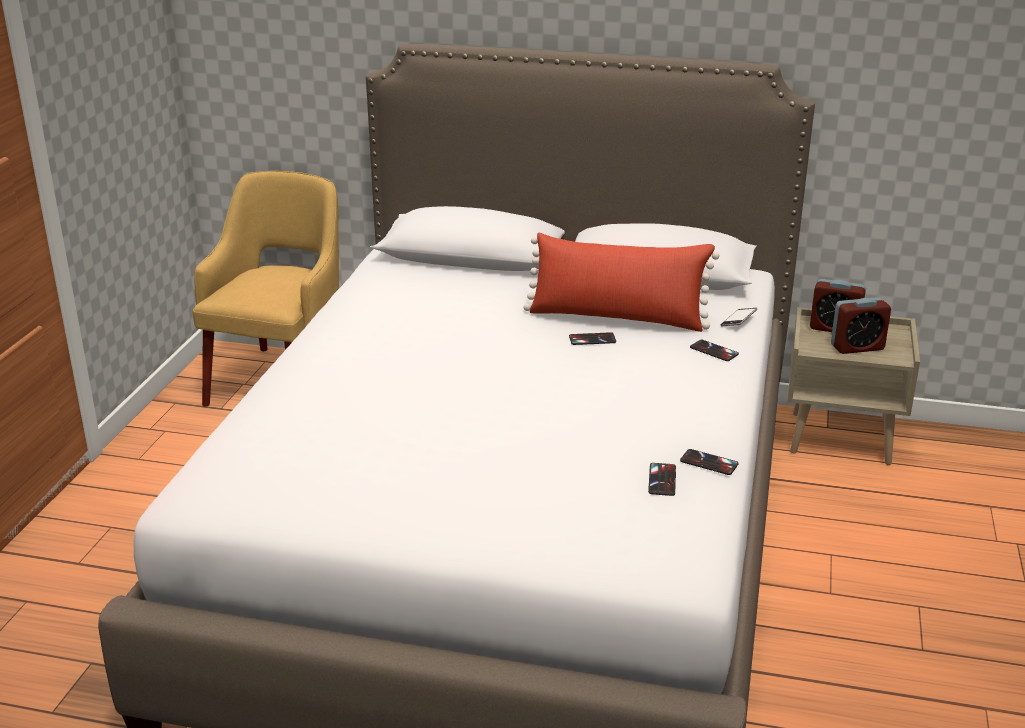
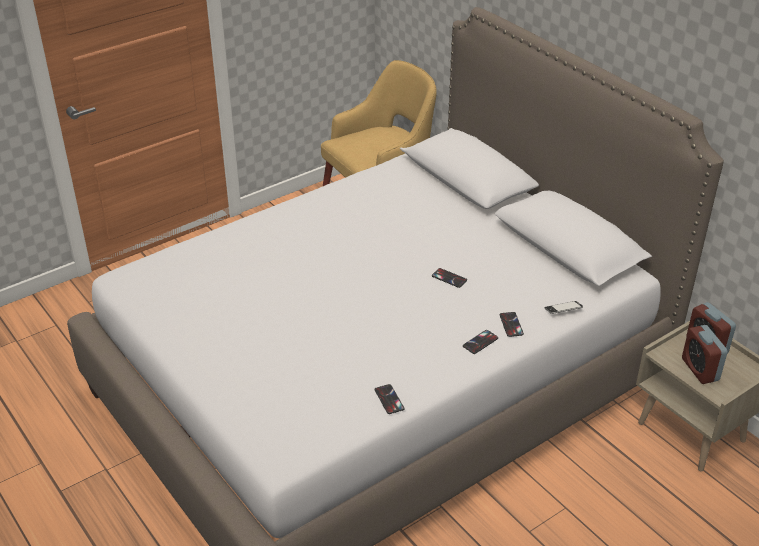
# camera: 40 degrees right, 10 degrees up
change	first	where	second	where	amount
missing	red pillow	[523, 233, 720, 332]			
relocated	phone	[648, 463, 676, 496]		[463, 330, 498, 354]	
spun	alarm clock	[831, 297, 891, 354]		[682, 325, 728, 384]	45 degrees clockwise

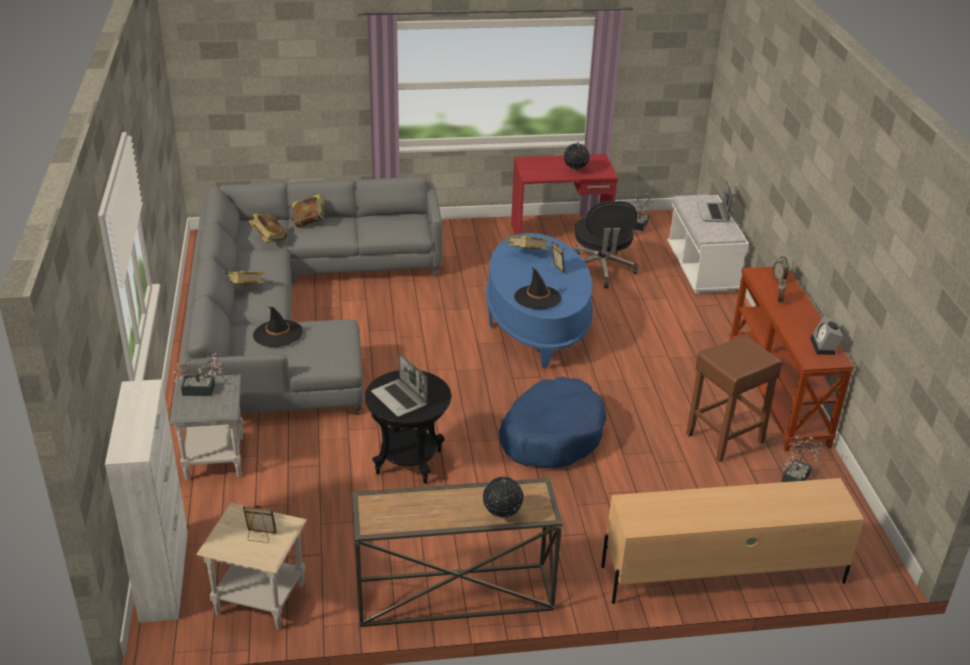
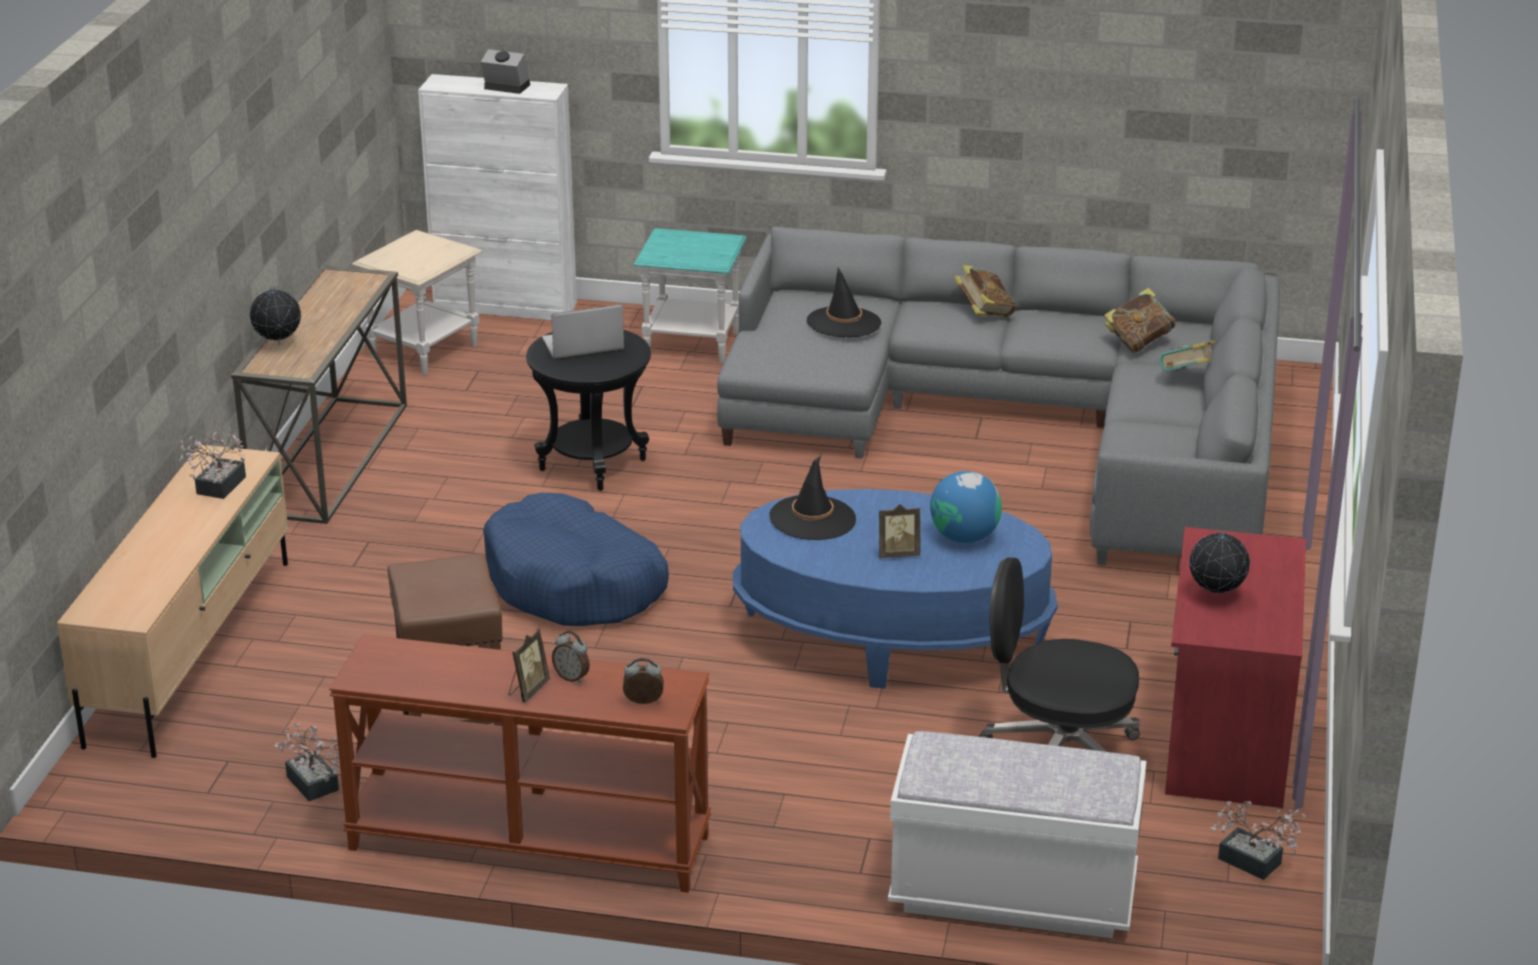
# camera: 110 degrees right, 5 degrees down
change	first	where	second	where	amount
missing	laptop	[697, 180, 733, 222]			
relocated	potted plant	[173, 353, 224, 396]		[179, 428, 246, 499]	
relocated	picture frame	[243, 505, 277, 543]		[509, 629, 550, 703]	
relocated	alarm clock	[810, 316, 843, 355]		[481, 49, 530, 94]	
exchanged	book	[507, 235, 549, 250]	globe	[930, 471, 1002, 543]	
colour	grey side table	[169, 375, 243, 480]	turquoise side table	[633, 228, 747, 363]	

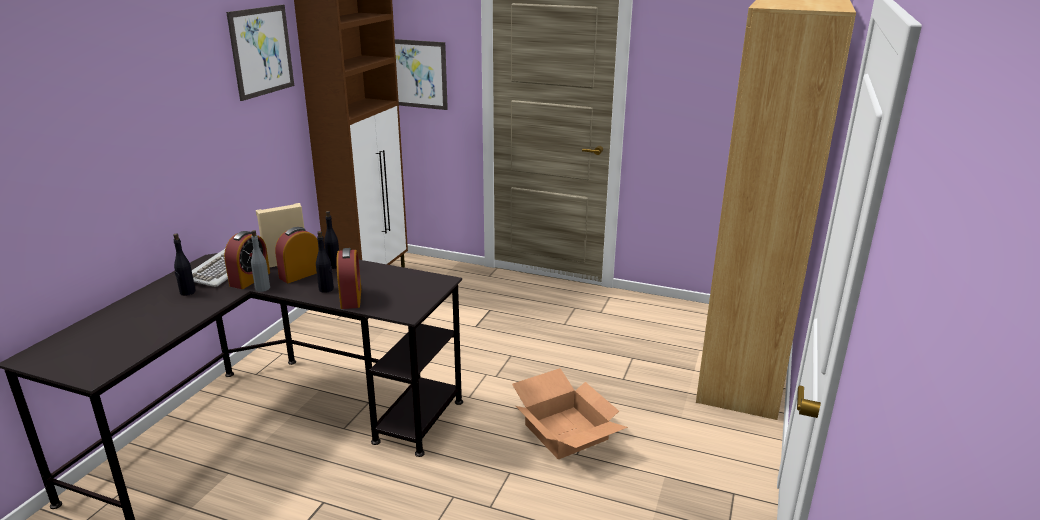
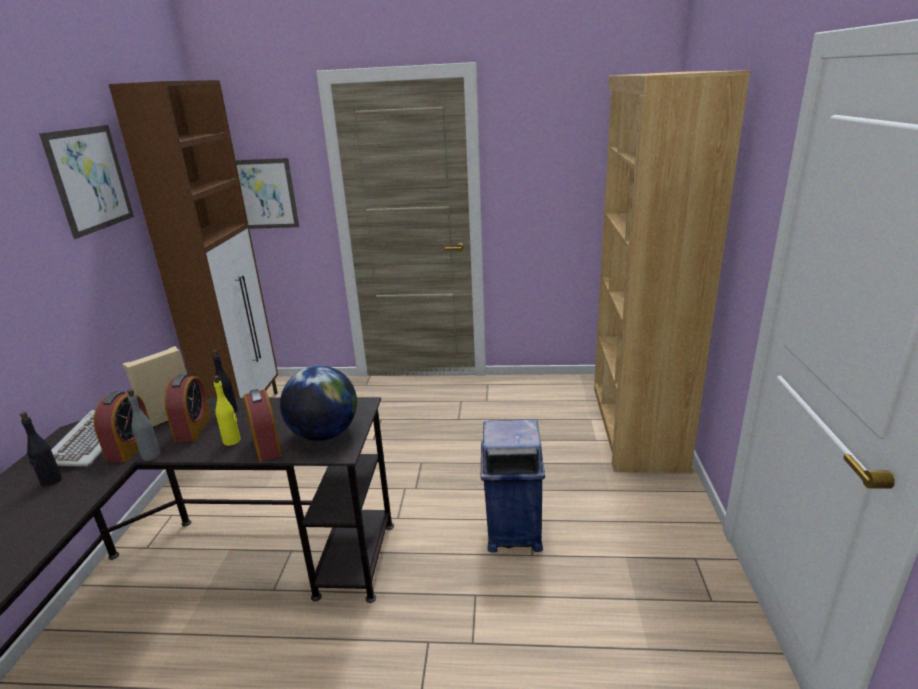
# camera: 15 degrees left, 0 degrees up
change	first	where	second	where	amount
appeared			globe	[280, 365, 357, 441]	
exchanged	cardboard box	[512, 368, 628, 460]	blue trash can	[481, 419, 545, 553]	
colour	black bottle	[316, 231, 334, 293]	yellow bottle	[213, 376, 241, 446]	
spun	alarm clock	[275, 227, 319, 283]		[164, 374, 211, 442]	150 degrees clockwise

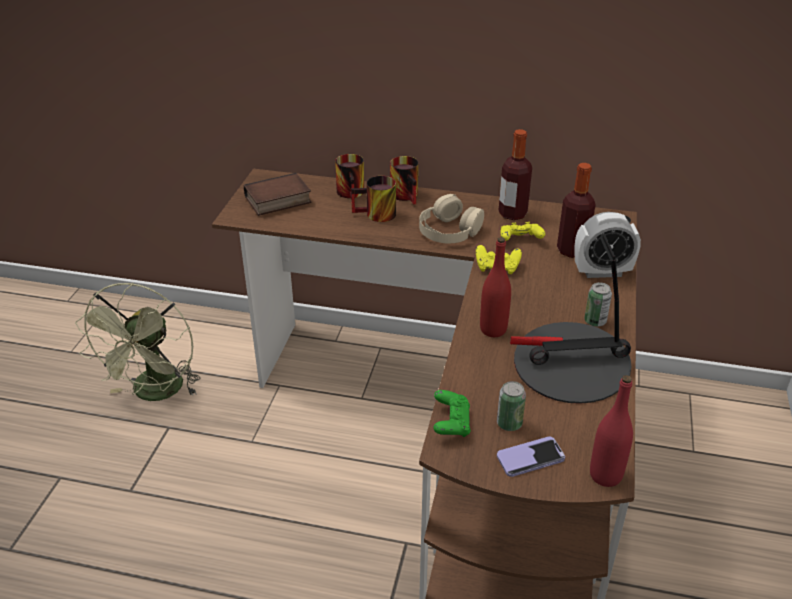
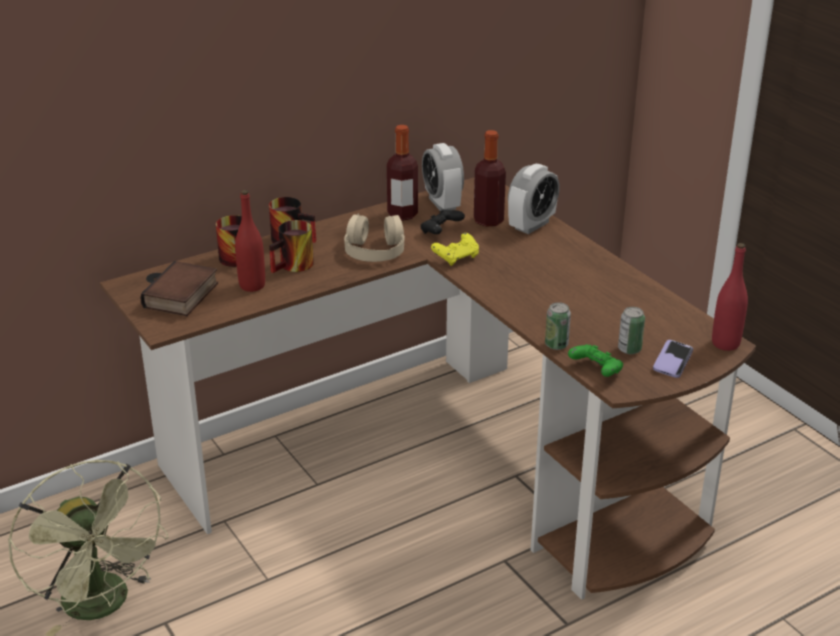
# camera: 45 degrees left, 5 degrees down
change	first	where	second	where	amount
missing	table lamp	[510, 233, 632, 404]			
appeared			alarm clock	[422, 143, 464, 211]	
relocated	red bottle	[480, 237, 511, 337]		[235, 190, 265, 292]	
relocated	can	[584, 282, 612, 327]		[545, 302, 571, 350]	
colour	yellow game controller	[500, 222, 545, 241]	black game controller	[421, 209, 465, 234]	

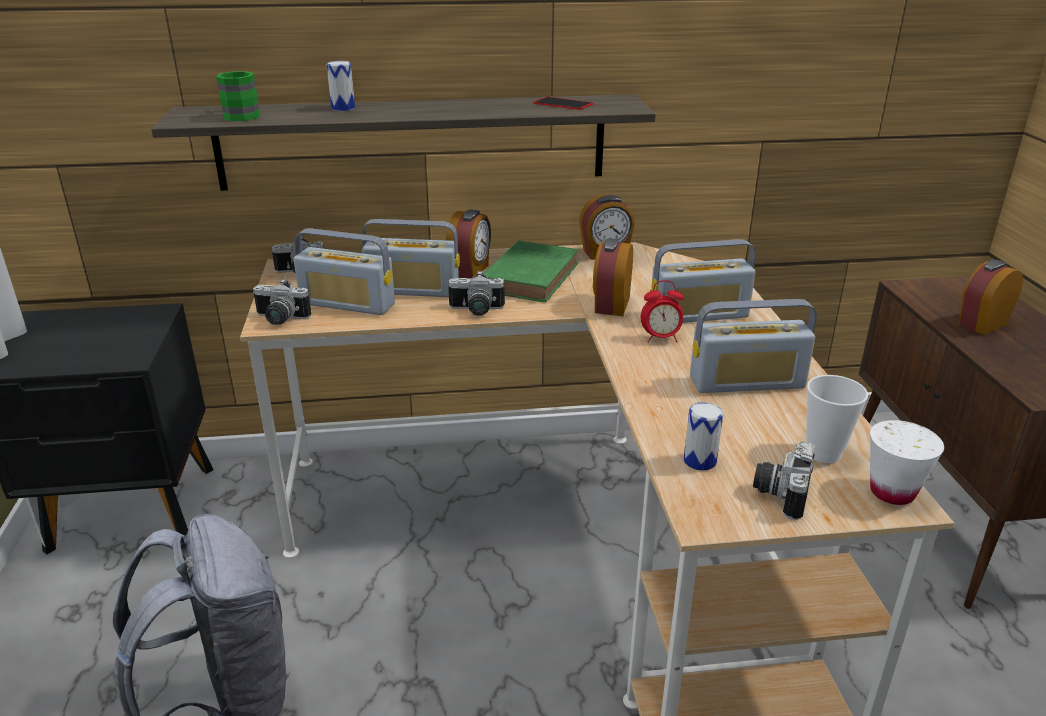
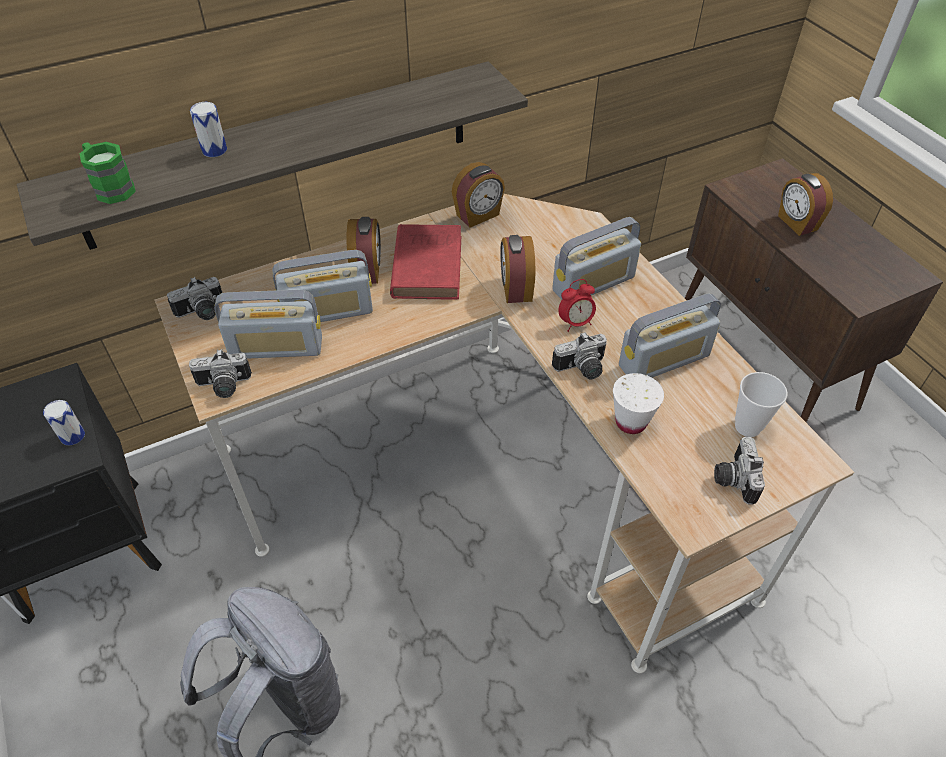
# camera: 20 degrees left, 20 degrees up
change	first	where	second	where	amount
missing	phone	[533, 97, 593, 110]			
relocated	photo camera	[448, 270, 505, 316]		[552, 332, 607, 379]	
relocated	can	[684, 402, 723, 471]		[43, 400, 85, 445]	
relocated	white cup	[870, 420, 944, 505]		[613, 373, 664, 434]	
colour	green book	[483, 240, 578, 302]	red book	[390, 224, 461, 300]	
spun	alarm clock	[959, 260, 1023, 335]		[778, 173, 833, 236]	60 degrees counterclockwise

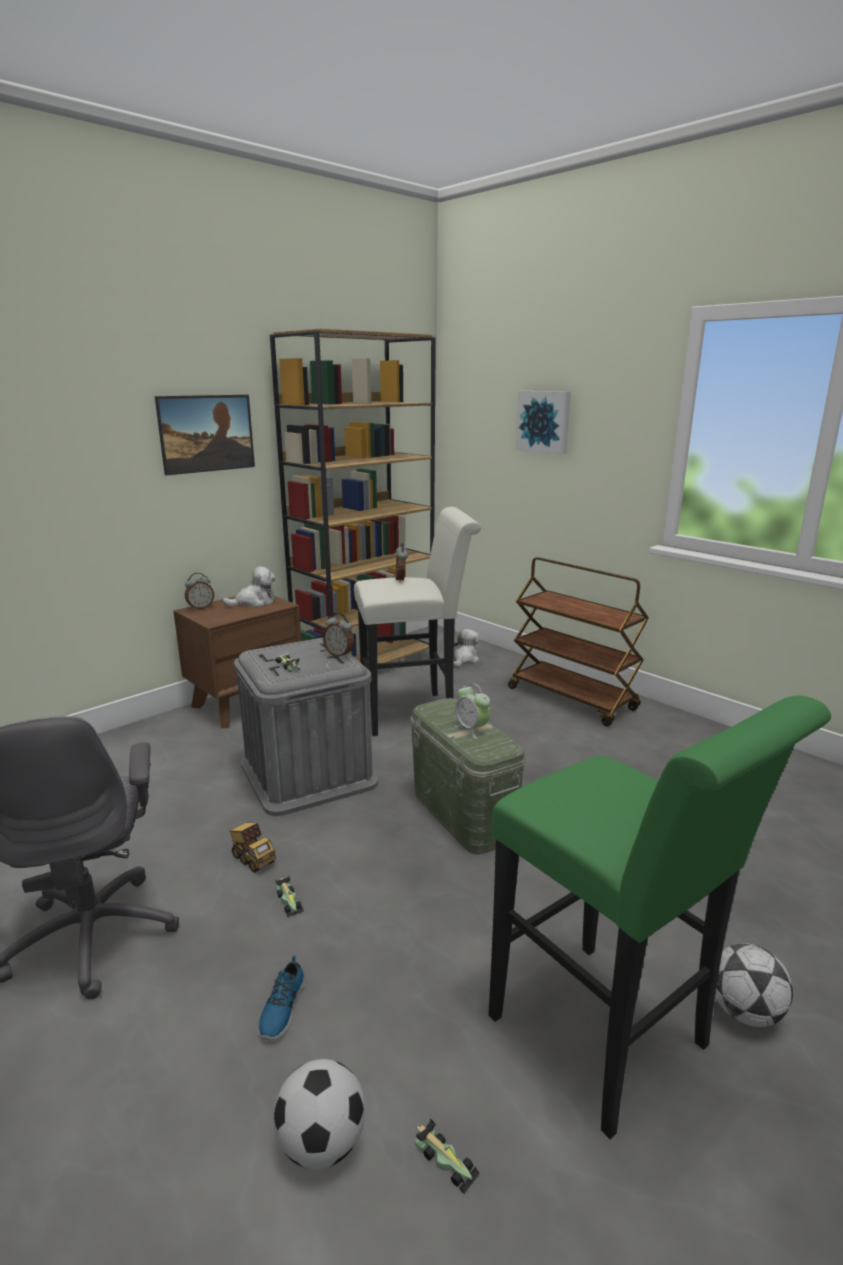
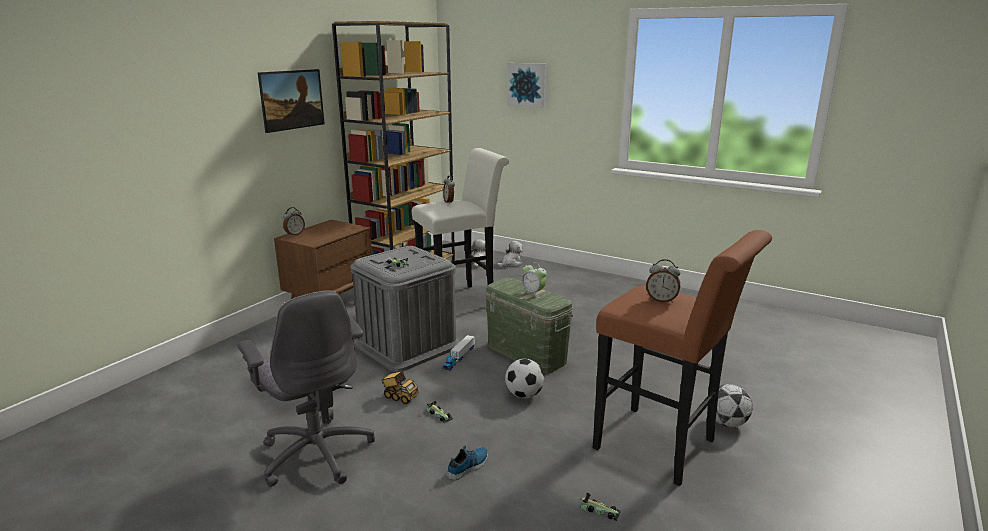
# camera: 15 degrees left, 0 degrees up
change	first	where	second	where	amount
missing	brown cart	[508, 557, 649, 726]			
appeared			toy truck	[442, 335, 475, 371]	
relocated	plush toy	[222, 566, 276, 607]		[497, 241, 524, 267]	
relocated	football	[274, 1059, 365, 1170]		[505, 359, 544, 398]	
relocated	alarm clock	[323, 613, 354, 658]		[646, 259, 680, 303]	
colour	green stool	[488, 696, 831, 1139]	brown stool	[593, 230, 772, 486]	
spun	shoe	[258, 955, 306, 1040]		[447, 445, 488, 480]	135 degrees counterclockwise

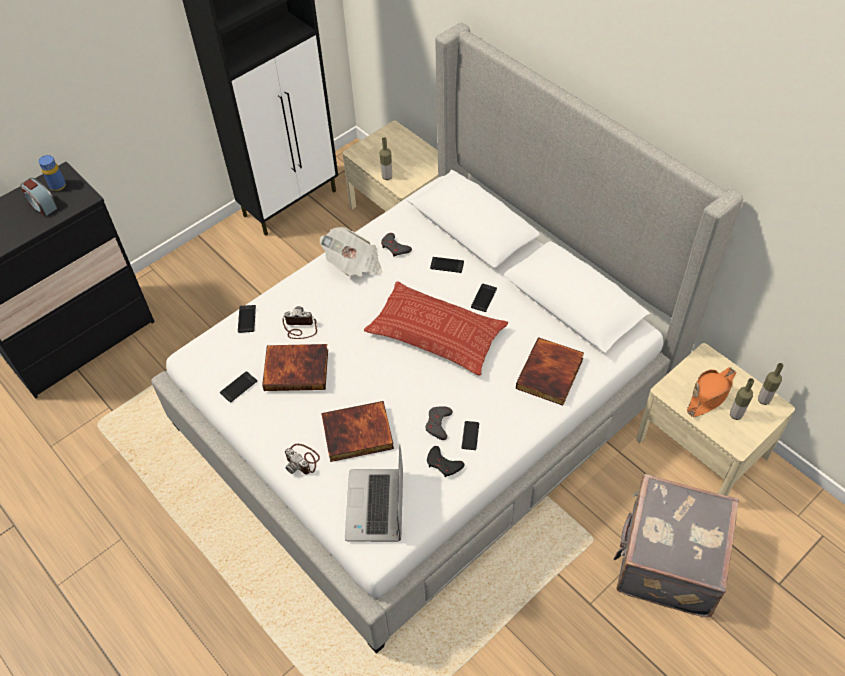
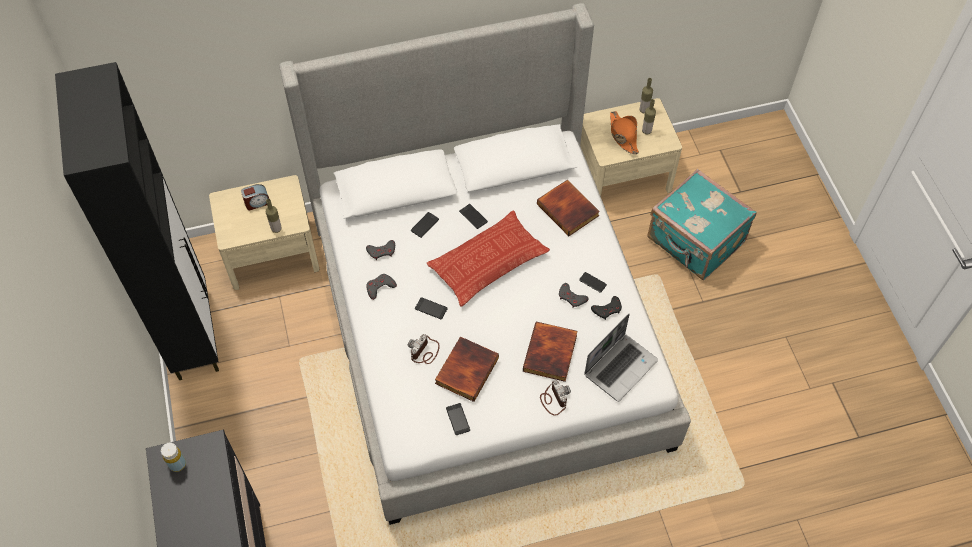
# camera: 65 degrees left, 5 degrees up
change	first	where	second	where	amount
relocated	alarm clock	[20, 178, 58, 217]		[241, 184, 269, 210]	
relocated	phone	[238, 305, 256, 333]		[415, 297, 448, 320]	
exchanged	newspaper	[320, 227, 382, 277]	grey game controller	[366, 274, 397, 300]	
colour	blue bottle	[39, 155, 66, 191]	yellow bottle	[161, 442, 186, 472]	
colour	grey suitcase	[613, 474, 739, 618]	turquoise suitcase	[647, 169, 756, 280]	
spun	photo camera	[285, 444, 320, 474]		[540, 380, 571, 416]	90 degrees counterclockwise
spun	laptop	[345, 444, 403, 542]		[584, 314, 658, 401]	75 degrees counterclockwise

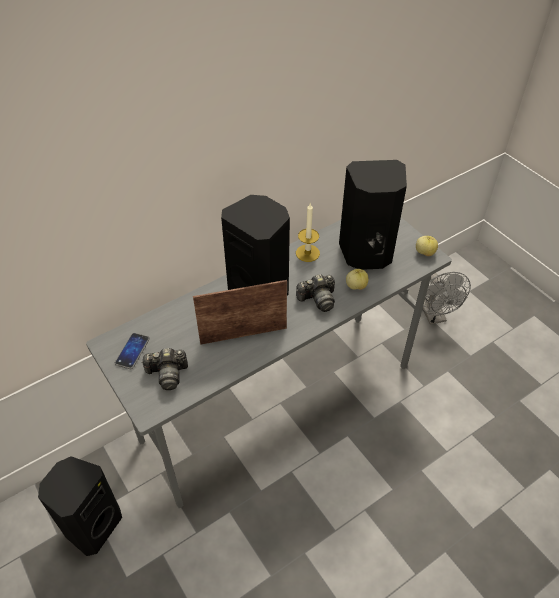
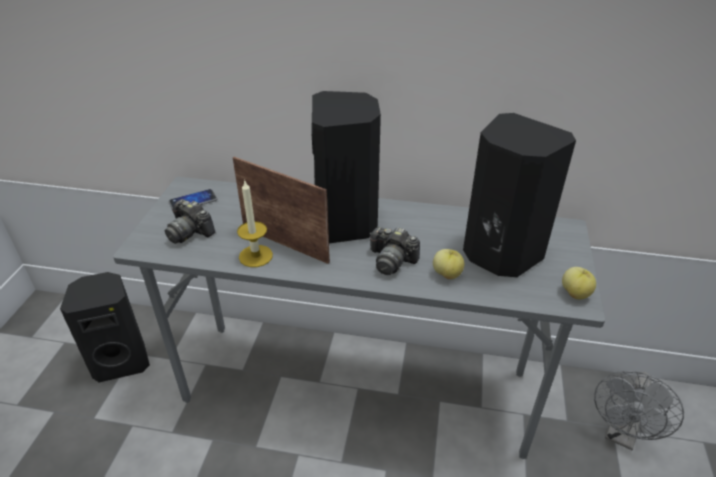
# camera: 45 degrees right, 10 degrees down
change	first	where	second	where	amount
relocated	candle	[296, 203, 320, 262]		[237, 179, 273, 267]	

